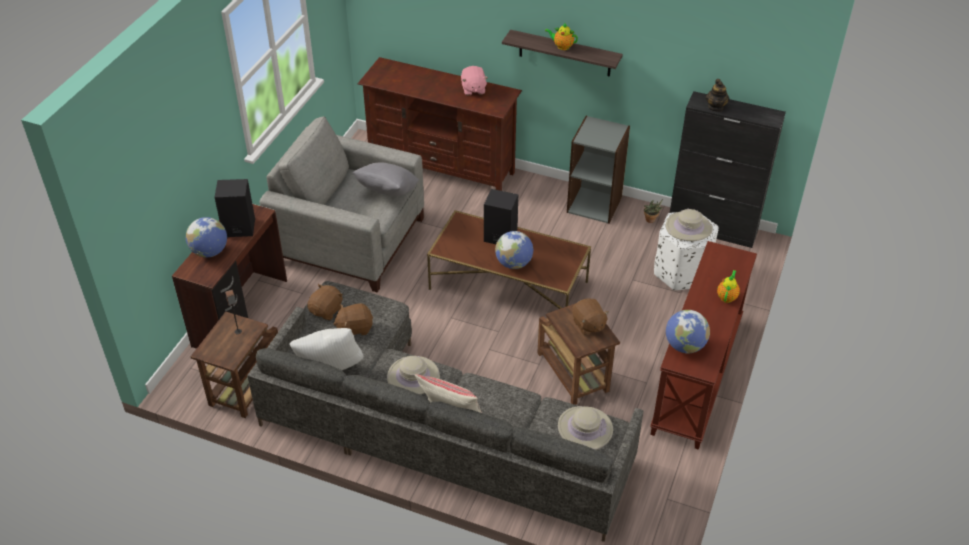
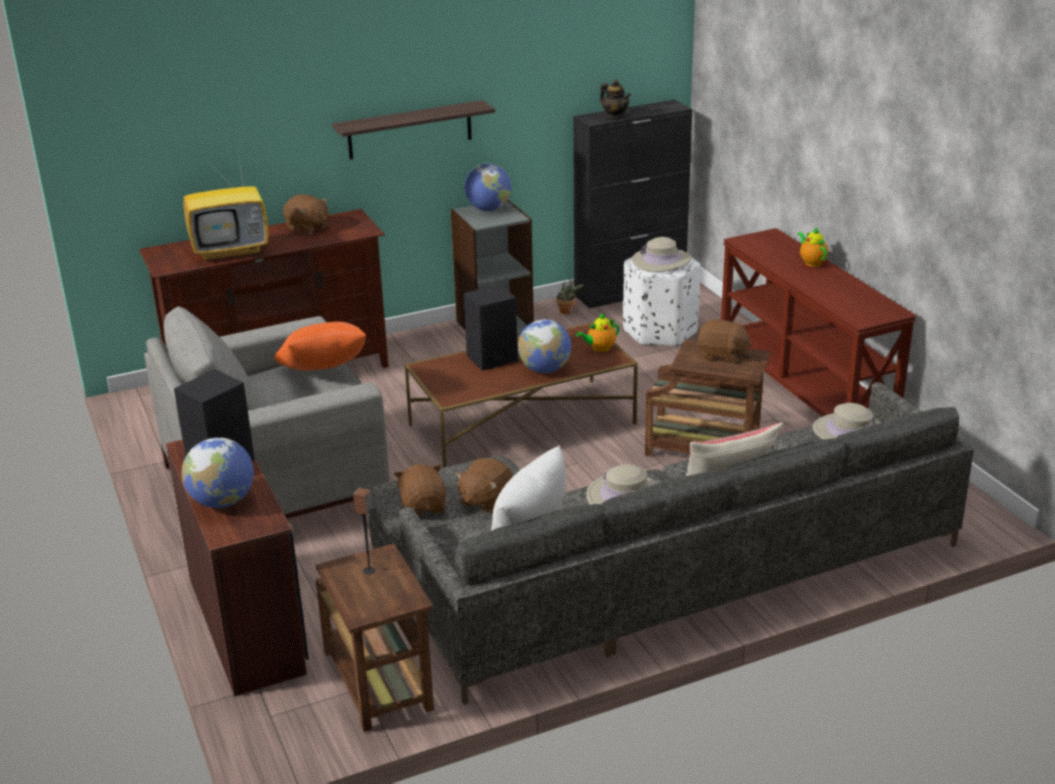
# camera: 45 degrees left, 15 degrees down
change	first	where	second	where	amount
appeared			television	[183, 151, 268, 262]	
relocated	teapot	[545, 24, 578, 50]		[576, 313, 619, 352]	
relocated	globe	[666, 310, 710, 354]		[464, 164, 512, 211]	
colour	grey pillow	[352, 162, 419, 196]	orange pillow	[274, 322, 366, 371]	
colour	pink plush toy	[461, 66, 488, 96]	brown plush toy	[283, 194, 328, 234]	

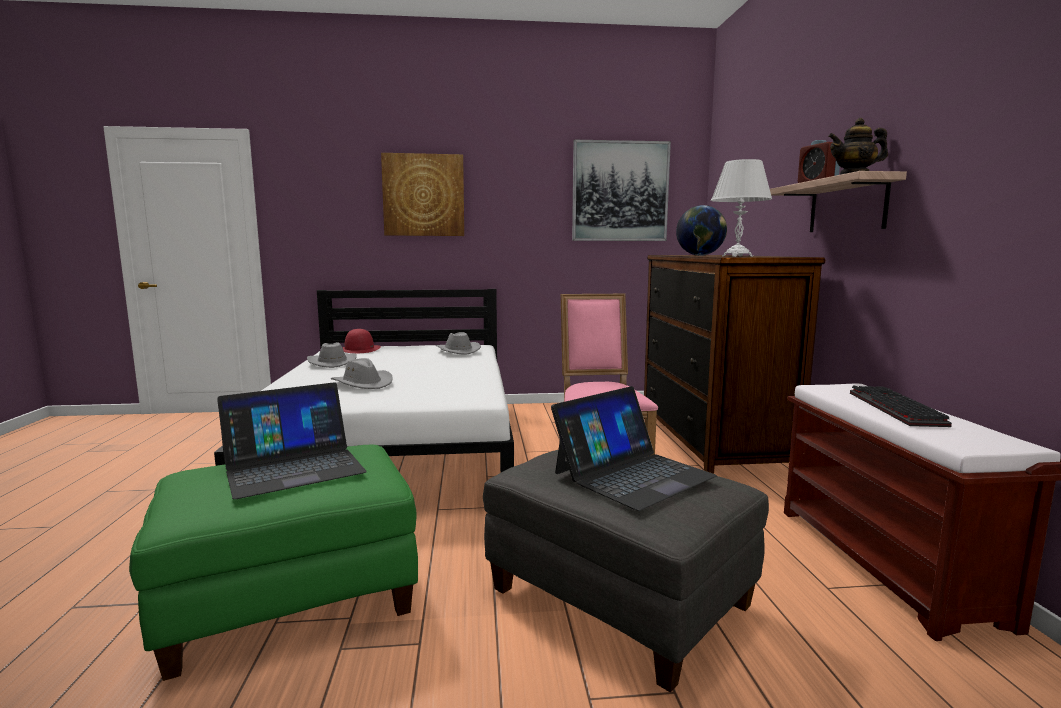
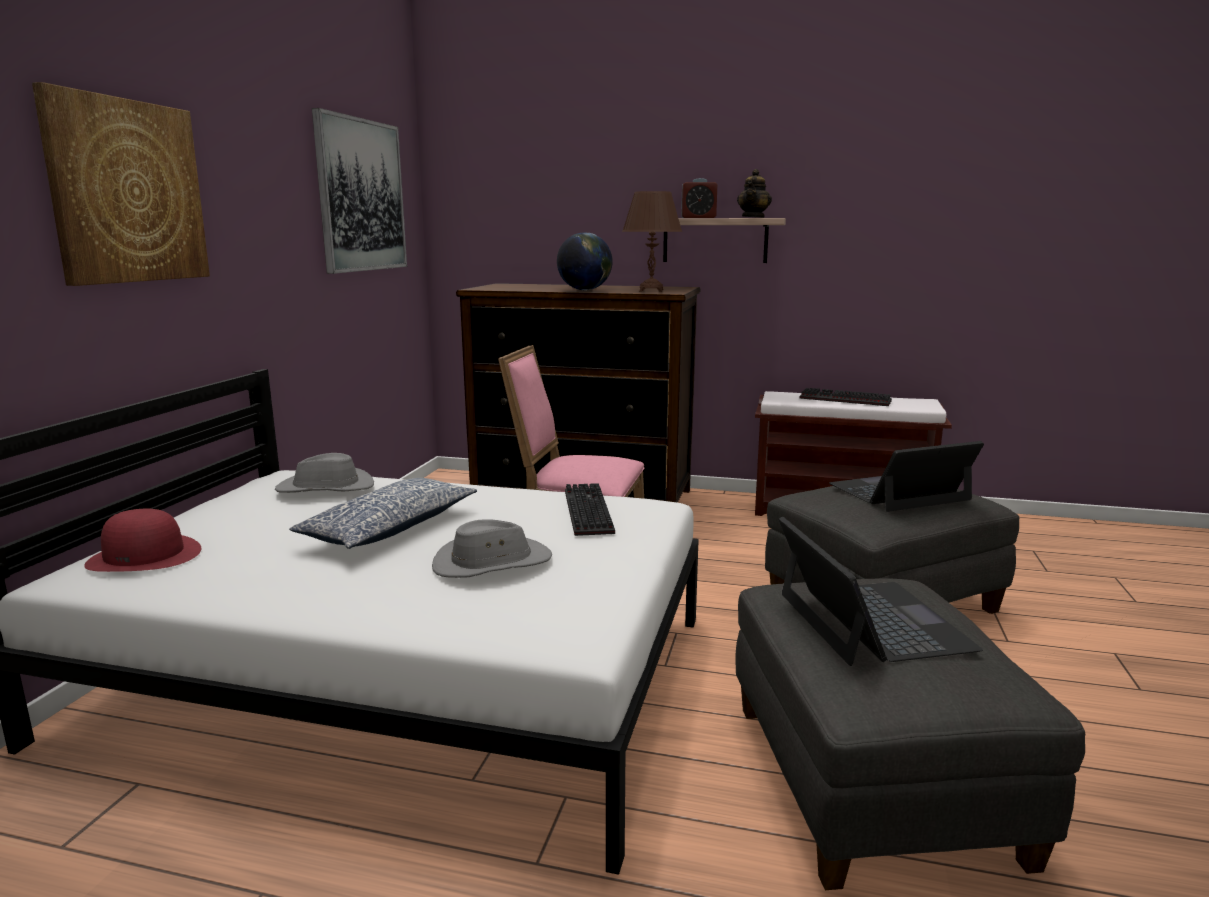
# camera: 70 degrees left, 5 degrees up
change	first	where	second	where	amount
missing	grey hat	[307, 342, 357, 368]			
appeared			pillow	[289, 478, 477, 549]	
appeared			keyboard	[565, 483, 615, 536]	
colour	green ottoman	[129, 444, 418, 681]	grey ottoman	[735, 578, 1085, 890]	
colour	white table lamp	[711, 159, 772, 257]	brown table lamp	[622, 191, 682, 292]	
spun	laptop	[551, 386, 717, 511]		[829, 441, 984, 512]	90 degrees counterclockwise

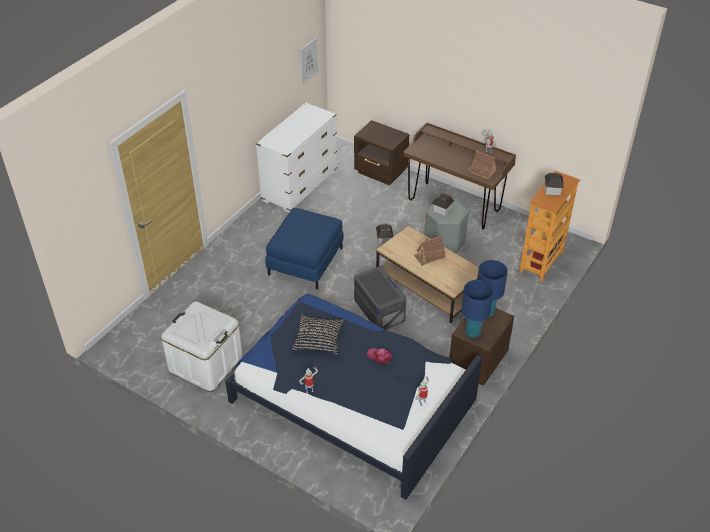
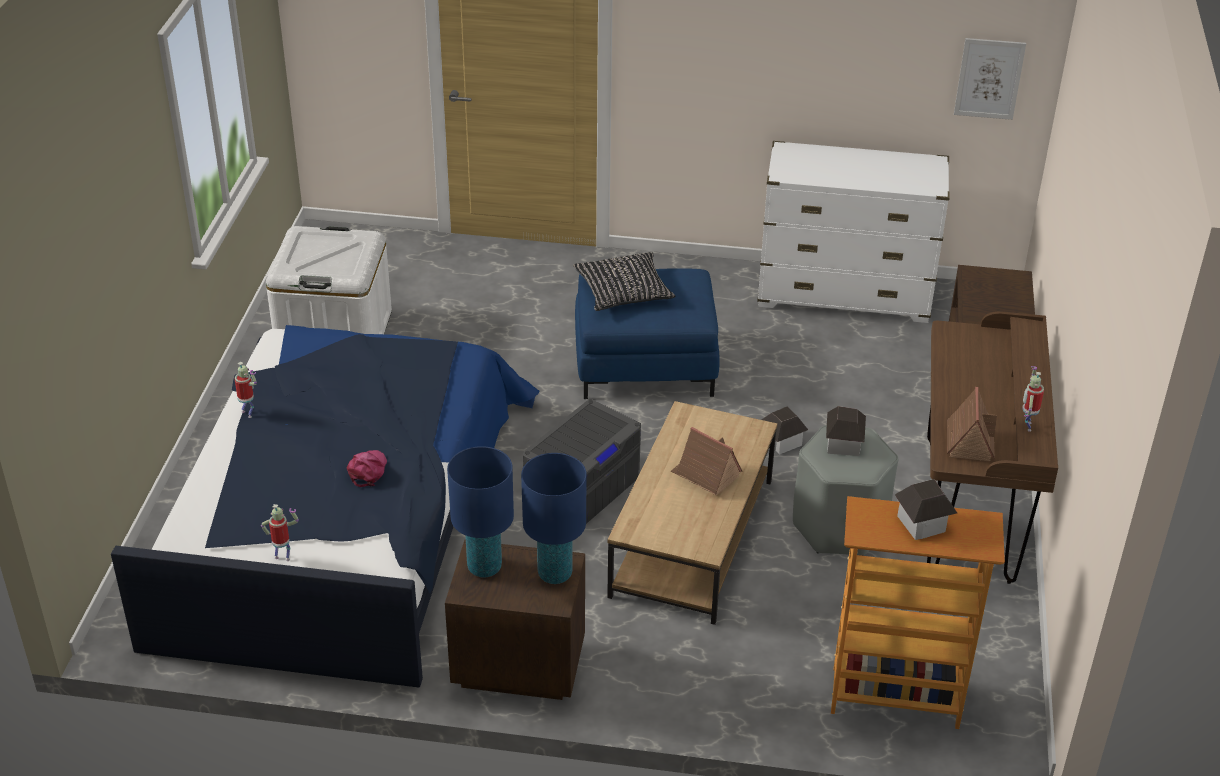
# camera: 65 degrees right, 5 degrees down
change	first	where	second	where	amount
relocated	black pillow	[292, 314, 344, 354]		[573, 252, 675, 311]	

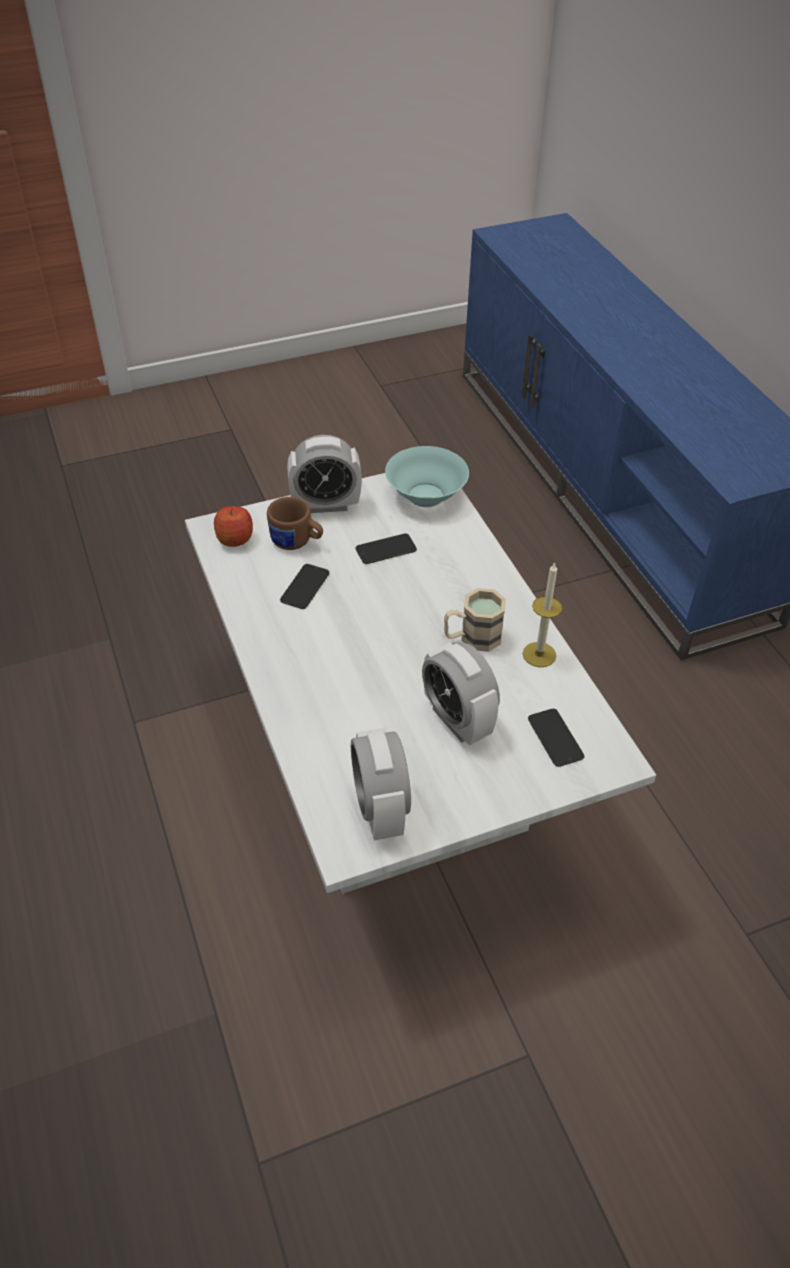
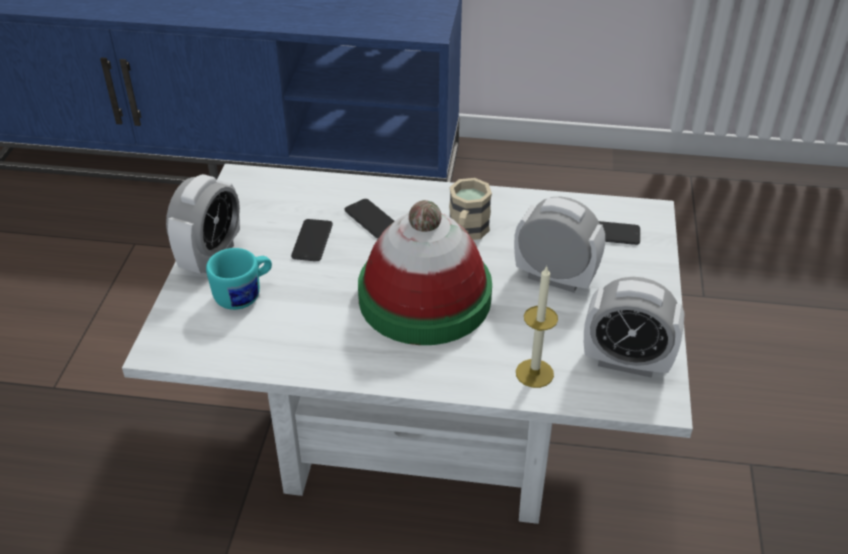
# camera: 60 degrees left, 5 degrees down
change	first	where	second	where	amount
missing	apple	[214, 506, 253, 547]			
missing	turquoise bowl	[385, 446, 469, 507]			
appeared			hat	[358, 200, 492, 345]	
relocated	phone	[280, 564, 330, 609]		[344, 199, 394, 238]	
relocated	candle	[523, 562, 562, 667]		[516, 266, 558, 388]	
colour	brown mug	[267, 497, 323, 550]	turquoise mug	[206, 248, 272, 310]	
spun	alarm clock	[422, 642, 500, 745]		[514, 196, 605, 293]	150 degrees counterclockwise

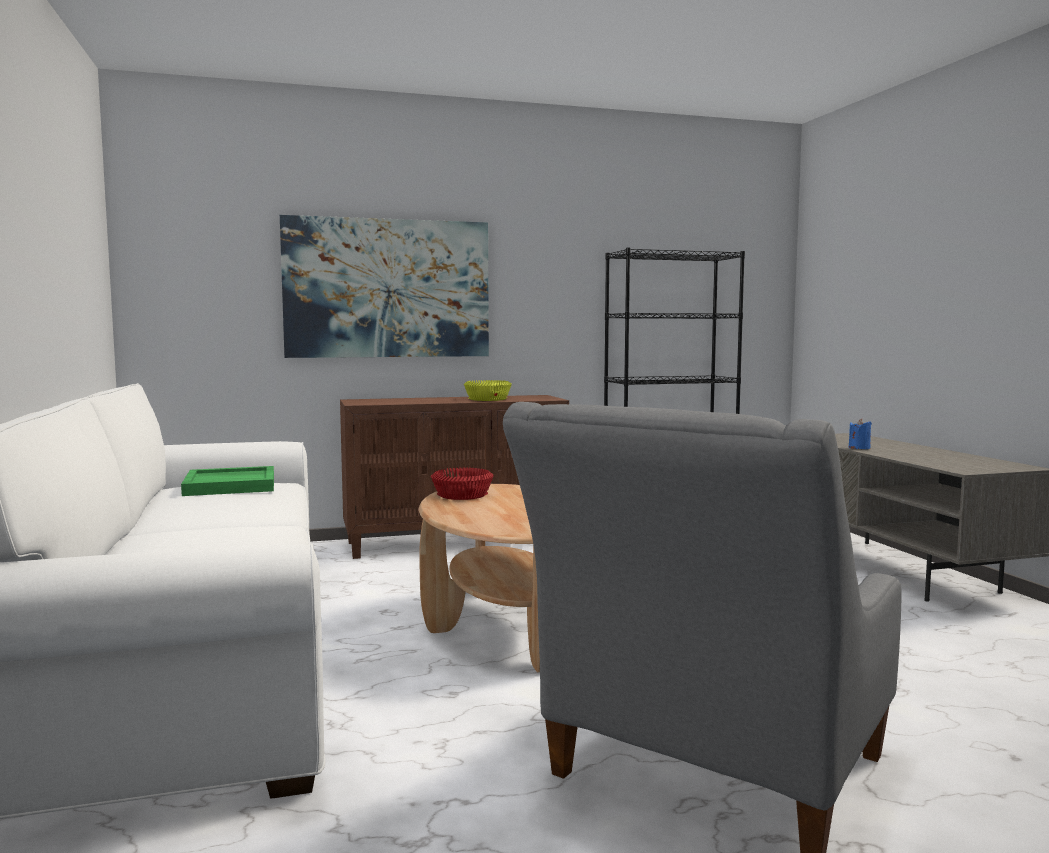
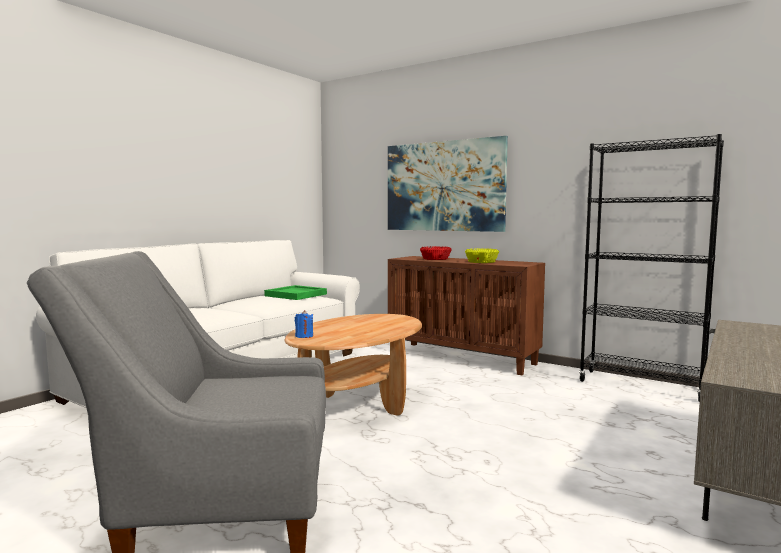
# camera: 50 degrees right, 0 degrees up
change	first	where	second	where	amount
relocated	red bowl	[431, 467, 494, 500]		[420, 246, 452, 260]	
relocated	blue candle	[849, 418, 872, 449]		[295, 310, 313, 338]	

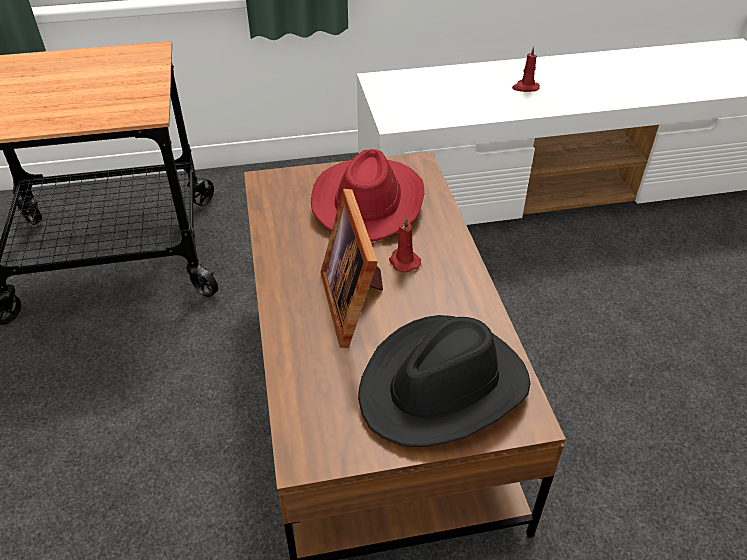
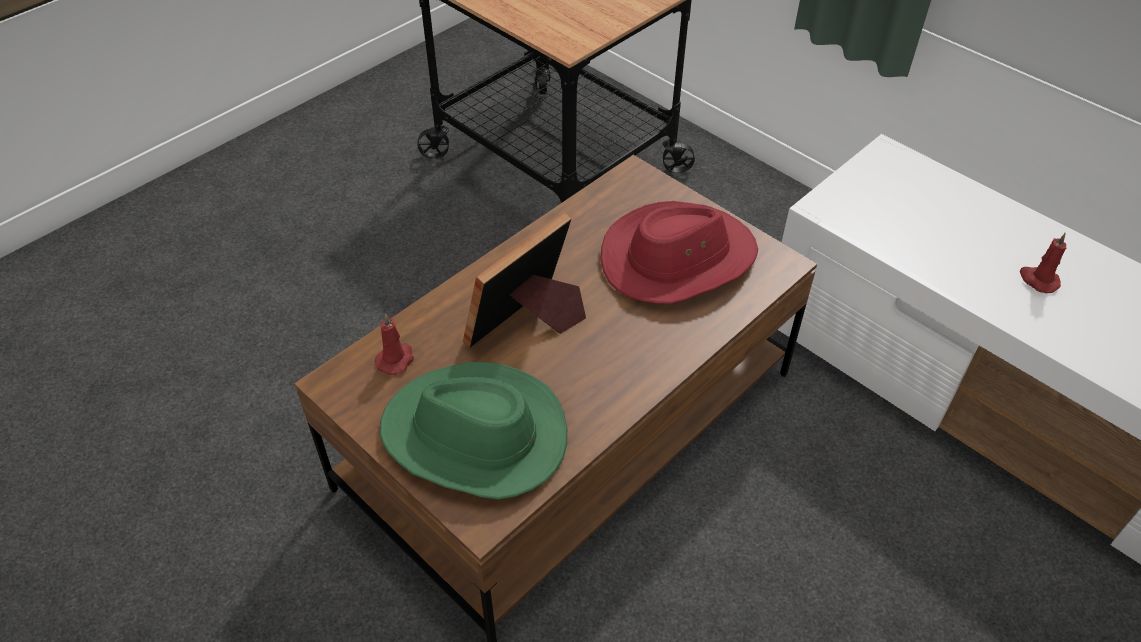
# camera: 55 degrees right, 5 degrees up
change	first	where	second	where	amount
relocated	red candle	[389, 216, 421, 272]		[375, 314, 414, 375]	
colour	black hat	[358, 315, 531, 447]	green hat	[380, 362, 567, 500]	

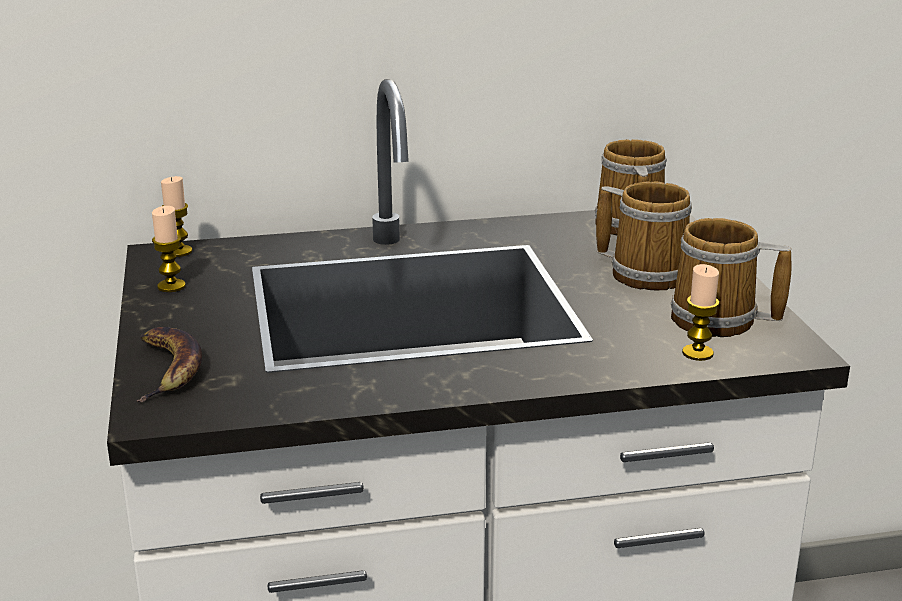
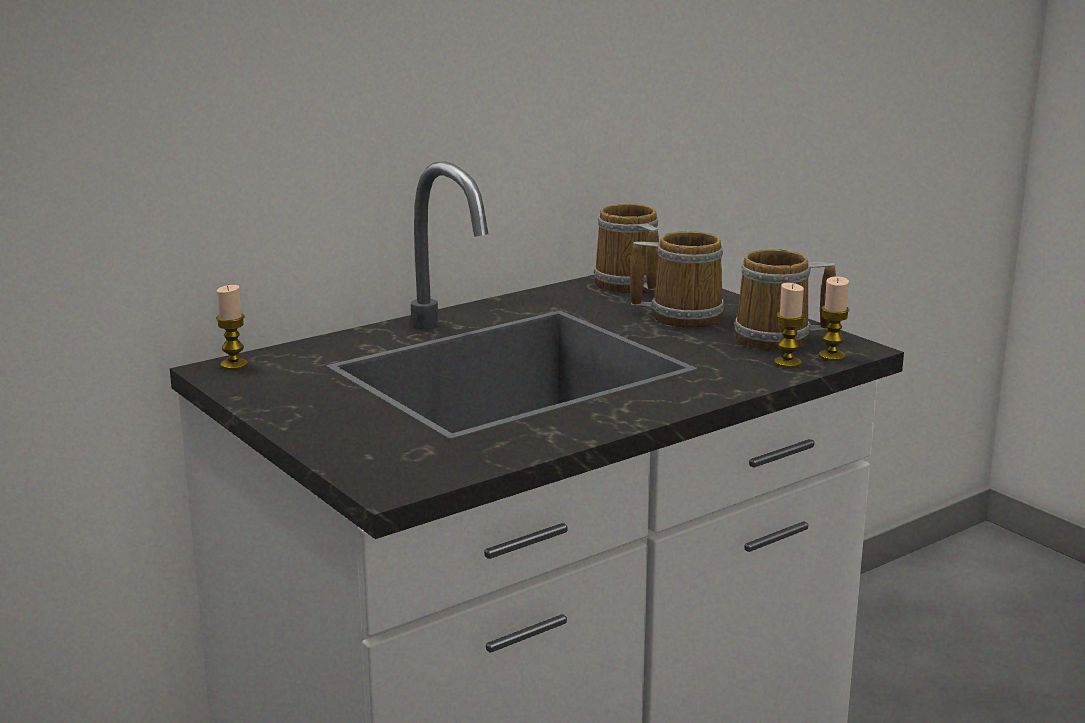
# camera: 25 degrees left, 5 degrees down
change	first	where	second	where	amount
missing	banana	[137, 327, 202, 402]			
relocated	candle	[152, 206, 186, 292]		[819, 276, 850, 361]	

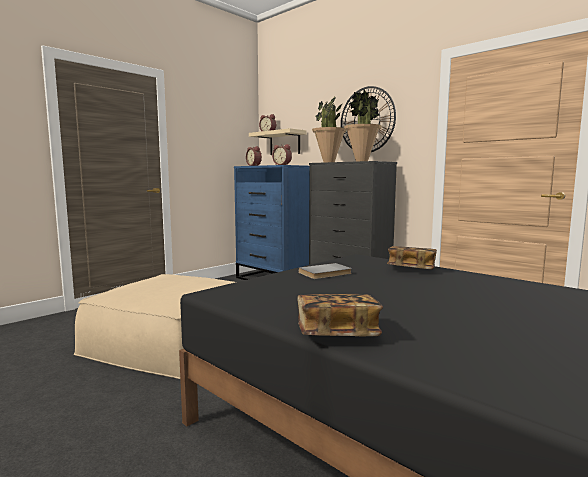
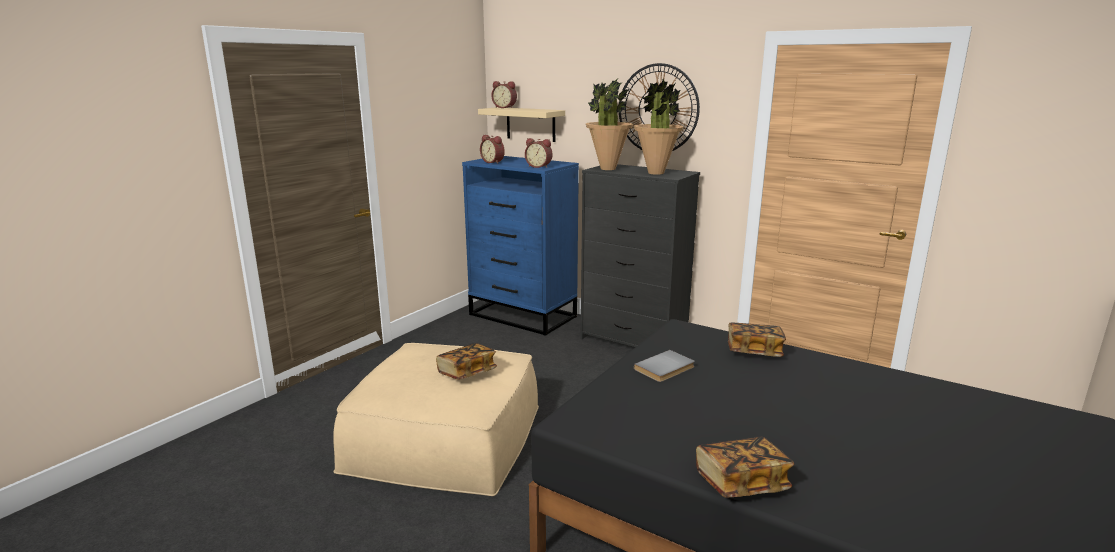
# camera: 10 degrees left, 10 degrees up
change	first	where	second	where	amount
appeared			book	[436, 343, 497, 380]	

